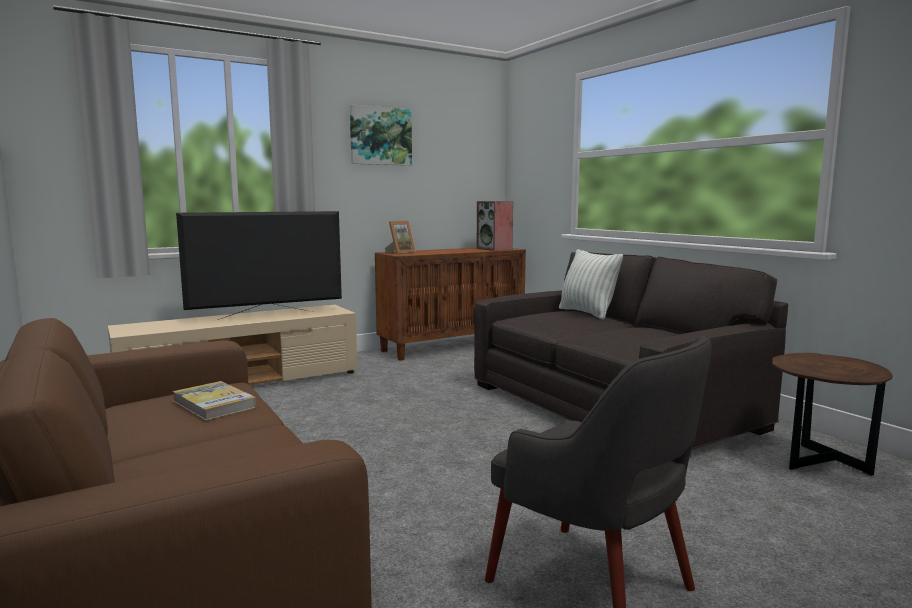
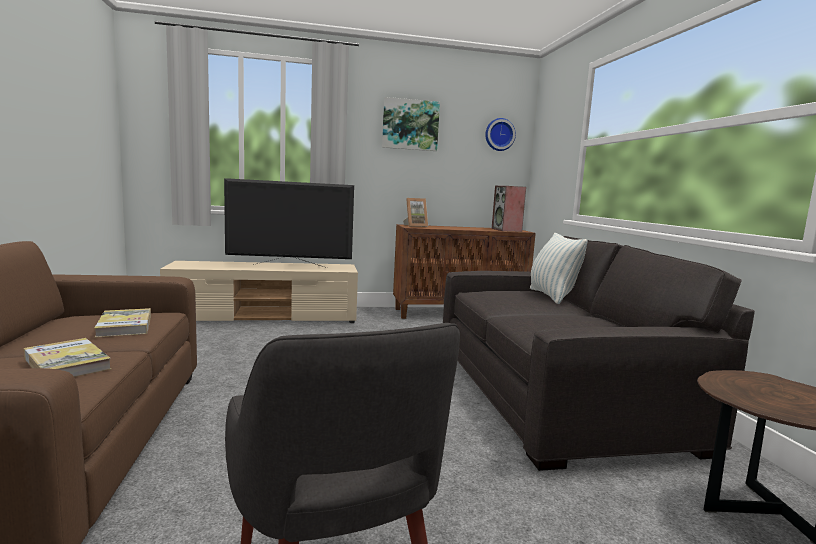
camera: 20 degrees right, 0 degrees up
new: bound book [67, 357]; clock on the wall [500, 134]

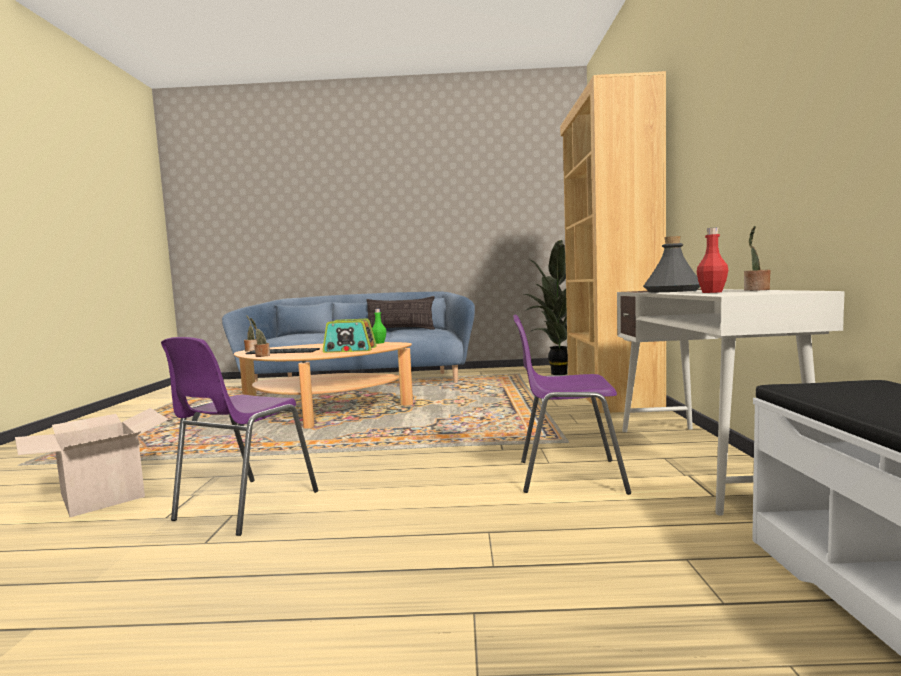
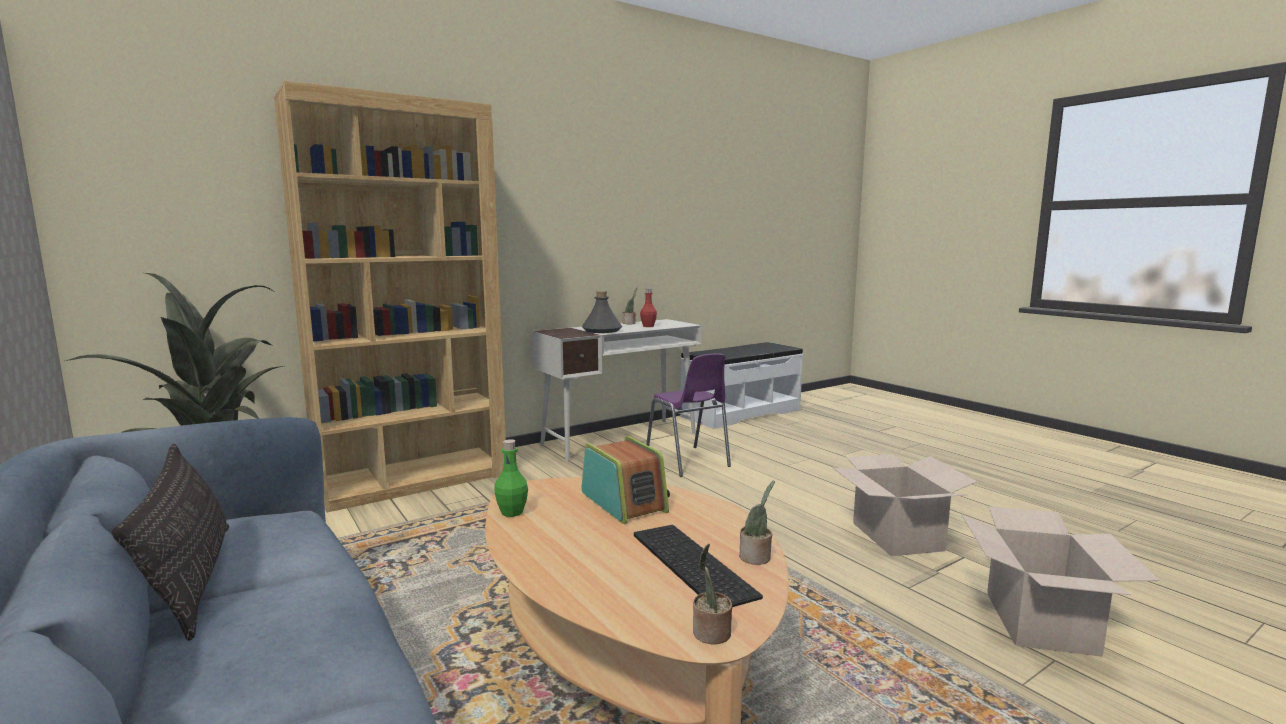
camera: 125 degrees left, 5 degrees up
swapped: upright chair/purple [239, 436] to carton [904, 505]

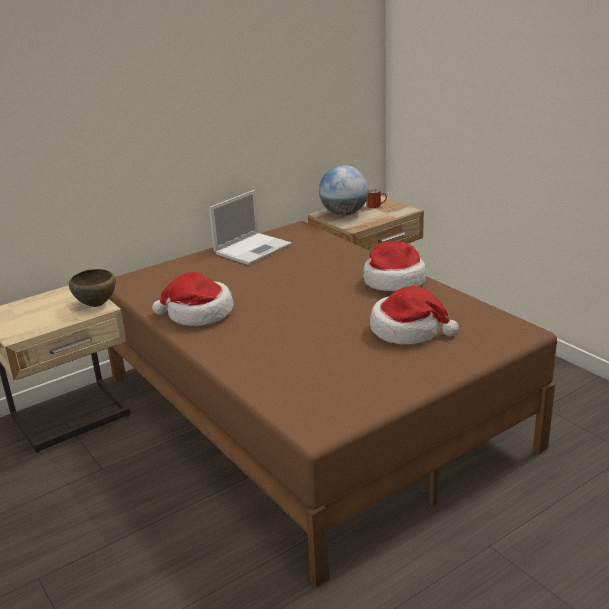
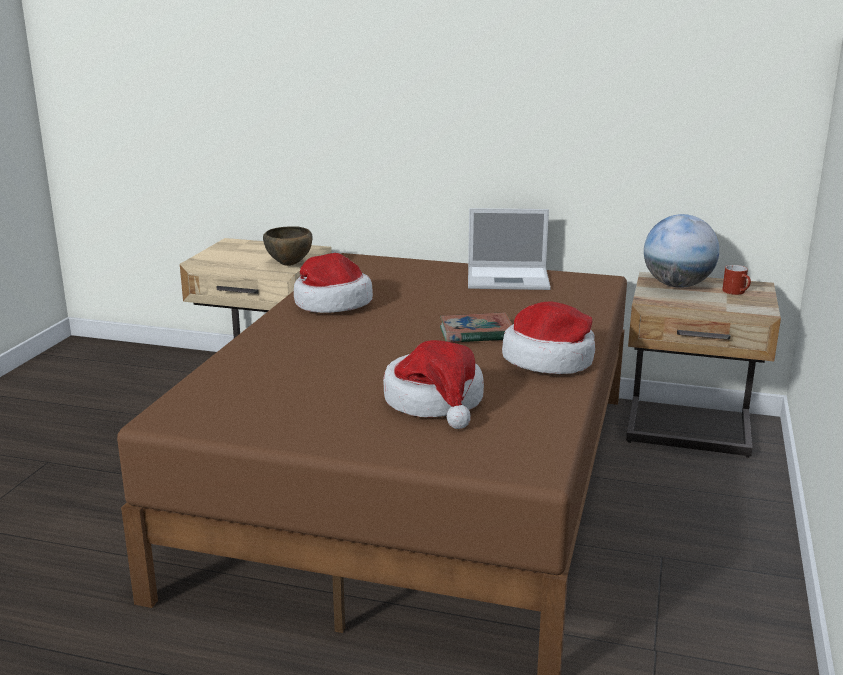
camera: 50 degrees right, 5 degrees down
new: bound book [476, 327]

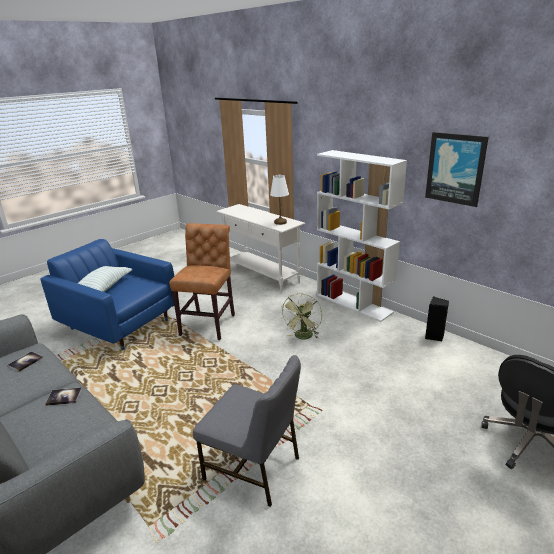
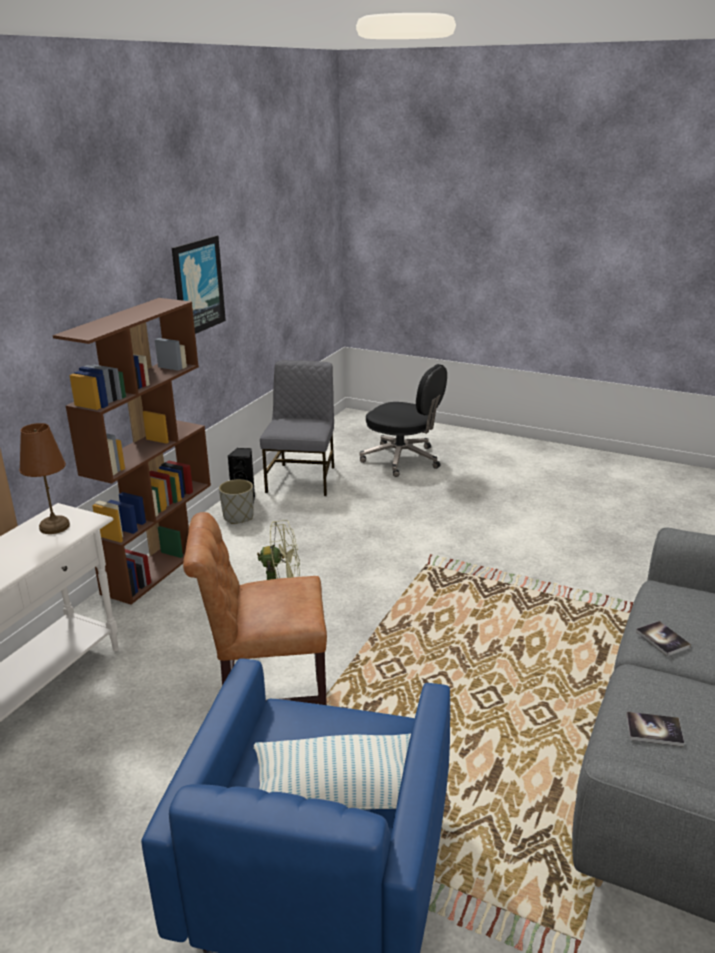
camera: 110 degrees left, 0 degrees up
new: plant pot/gray [236, 501]
shifted: upright chair/gray [247, 431] to [297, 428]
repainted: table lamp/white [279, 200] to table lamp/brownish [44, 478]; bookshelf/white [362, 236] to bookshelf/brownish [132, 451]

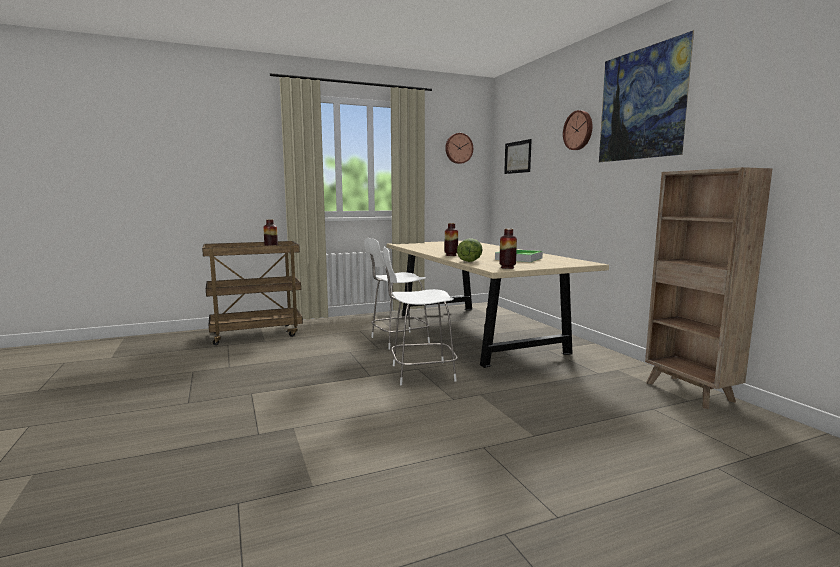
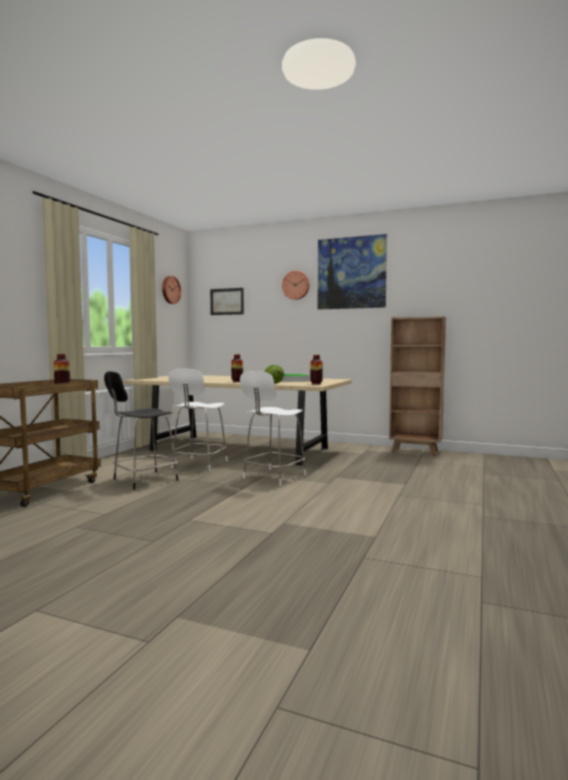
camera: 45 degrees left, 5 degrees down
new: upright chair/black-coloured [141, 430]

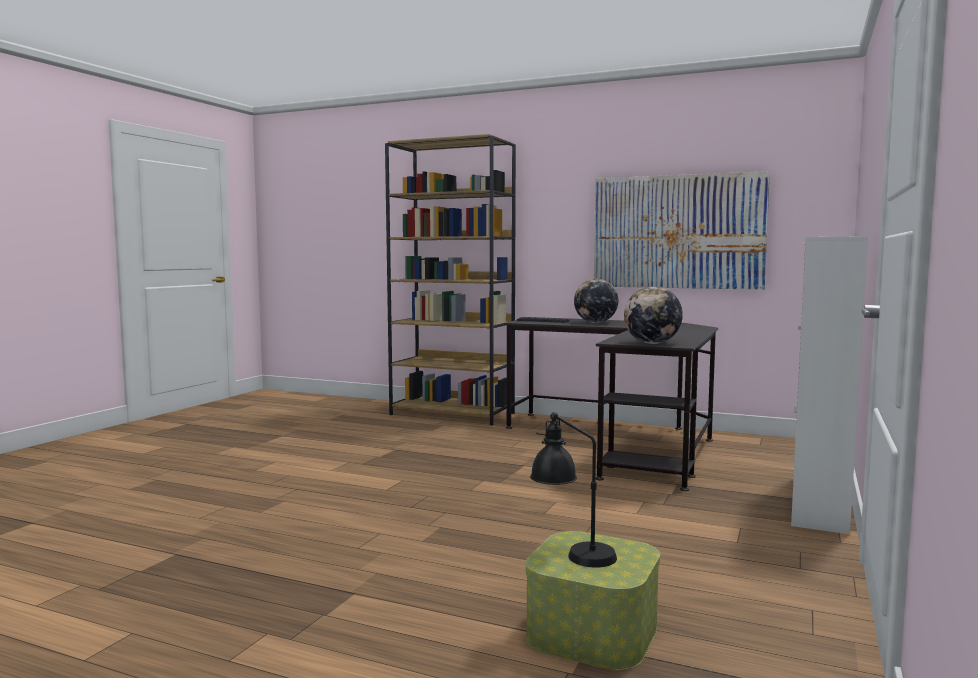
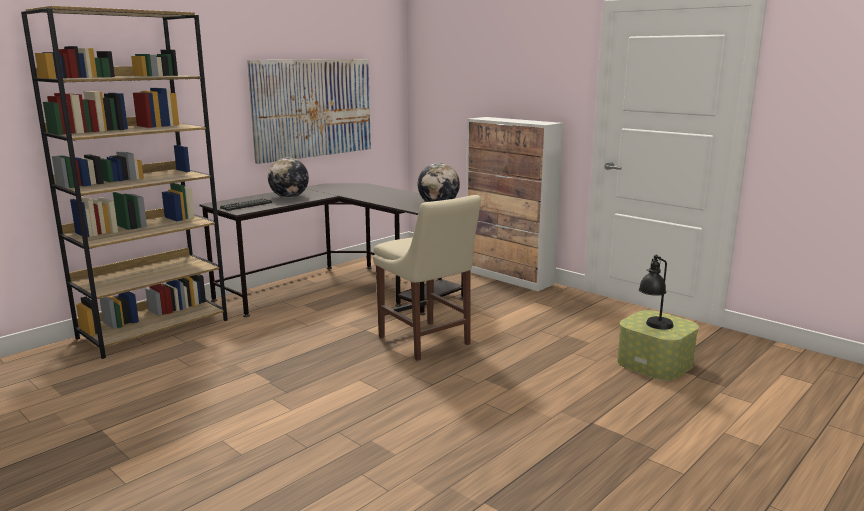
camera: 70 degrees left, 10 degrees up
new: upright chair/beige [427, 278]

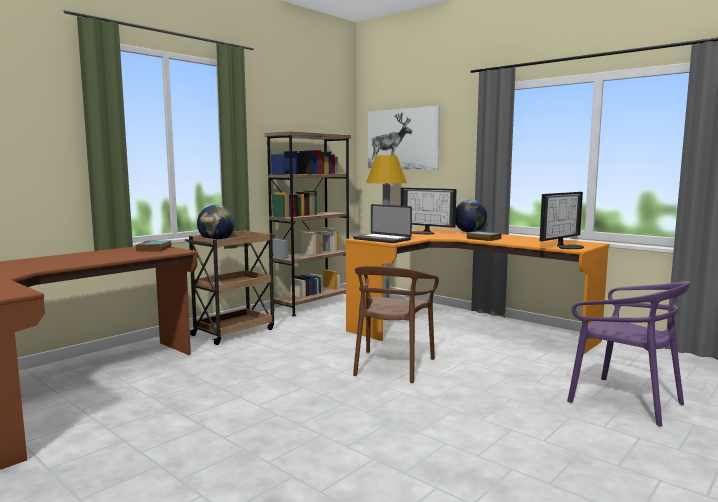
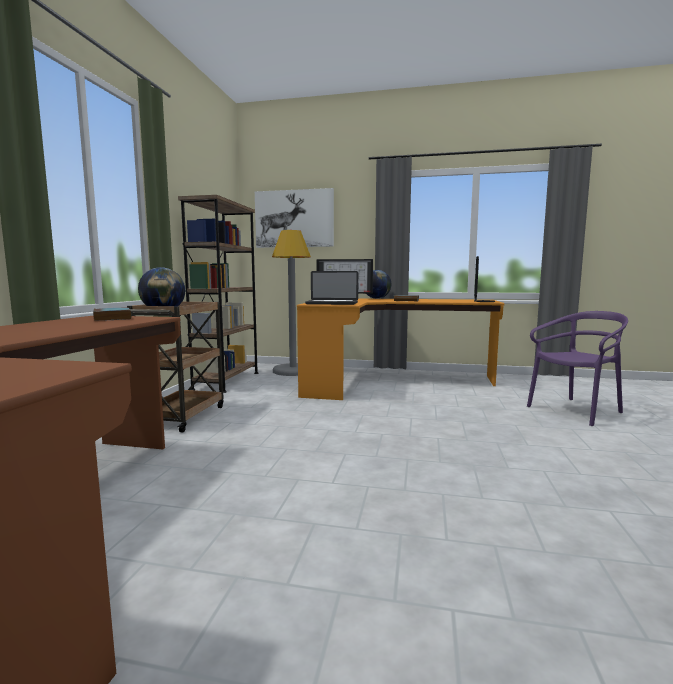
camera: 30 degrees left, 0 degrees up
gone: upright chair/brownish [396, 324]
rotated: upright chair/purple [629, 354] = [577, 368] 45 degrees counterclockwise

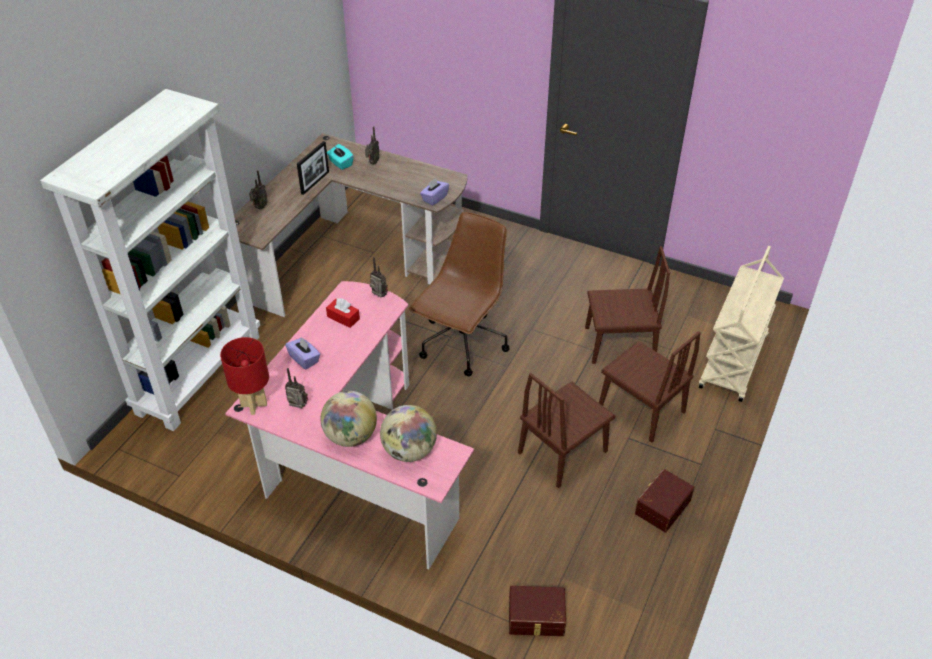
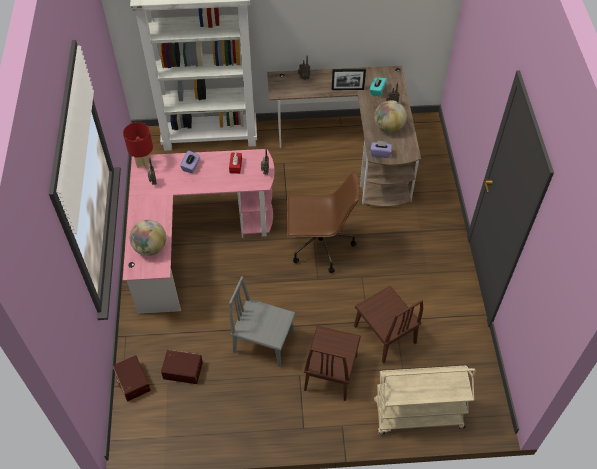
camera: 60 degrees right, 10 degrees up
shifted: storage container/brownish [664, 500] to [182, 367]; globe [349, 419] to [390, 116]
repainted: upright chair/brownish [567, 430] to upright chair/gray [262, 321]

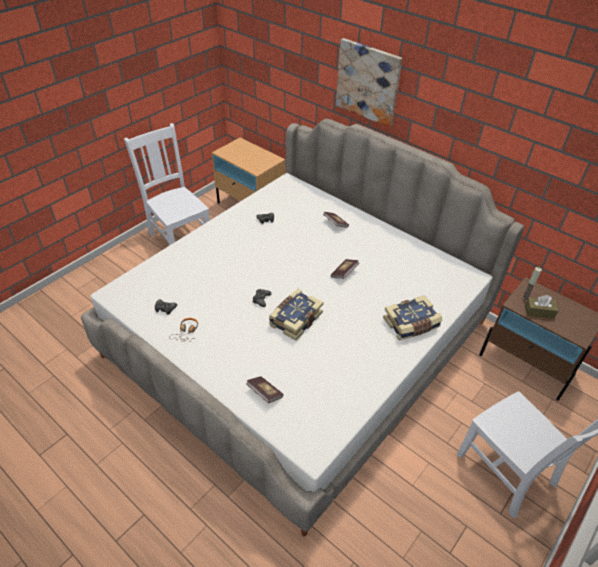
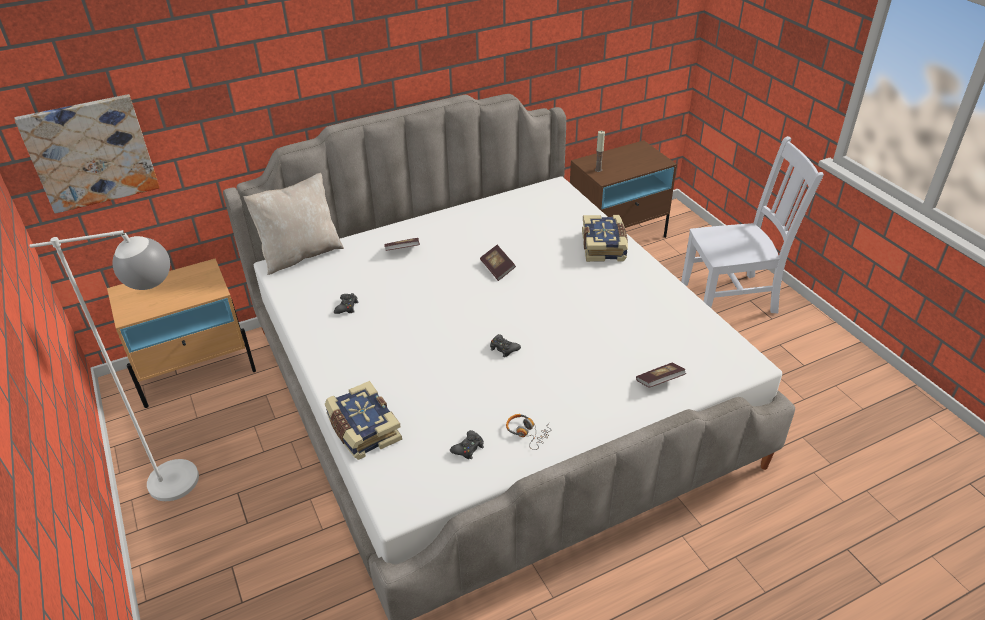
camera: 65 degrees left, 5 degrees down
gone: box of tissues/brownish [541, 307]
new: throw pillow/beige [294, 224]
shifted: wall art [369, 82] to [87, 153]; bound book [296, 315] to [363, 420]
swapped: upright chair/white [167, 184] to standard lamp/white [114, 365]

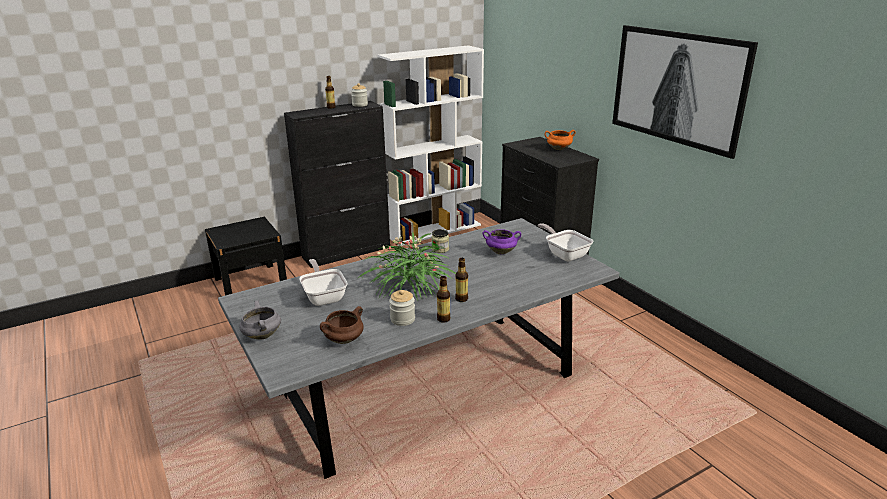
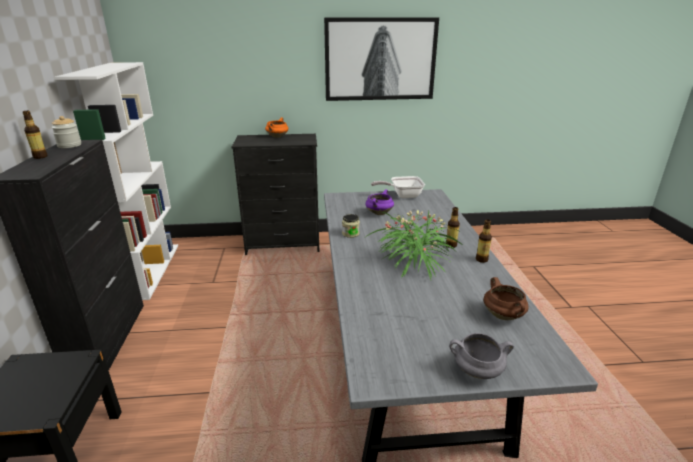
camera: 65 degrees left, 0 degrees up
gone: pan [323, 282]; preserve jar [402, 308]

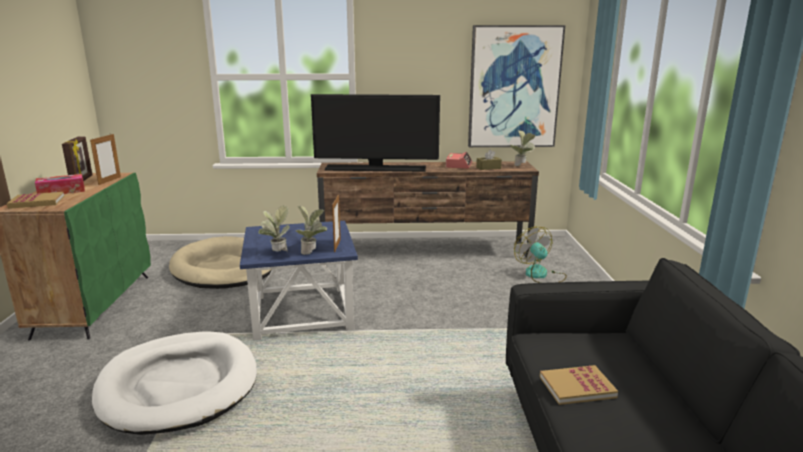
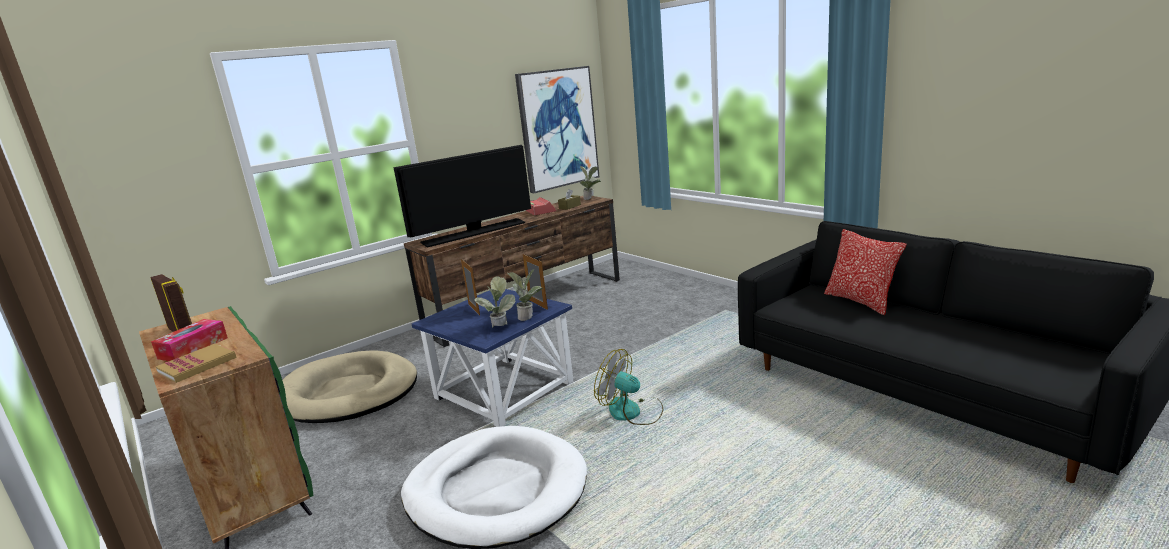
camera: 35 degrees left, 0 degrees up
gone: bound book [579, 385]
new: throw pillow [865, 272]
shifted: picture frame [105, 159] to [470, 287]; electric fan [540, 254] to [628, 387]

